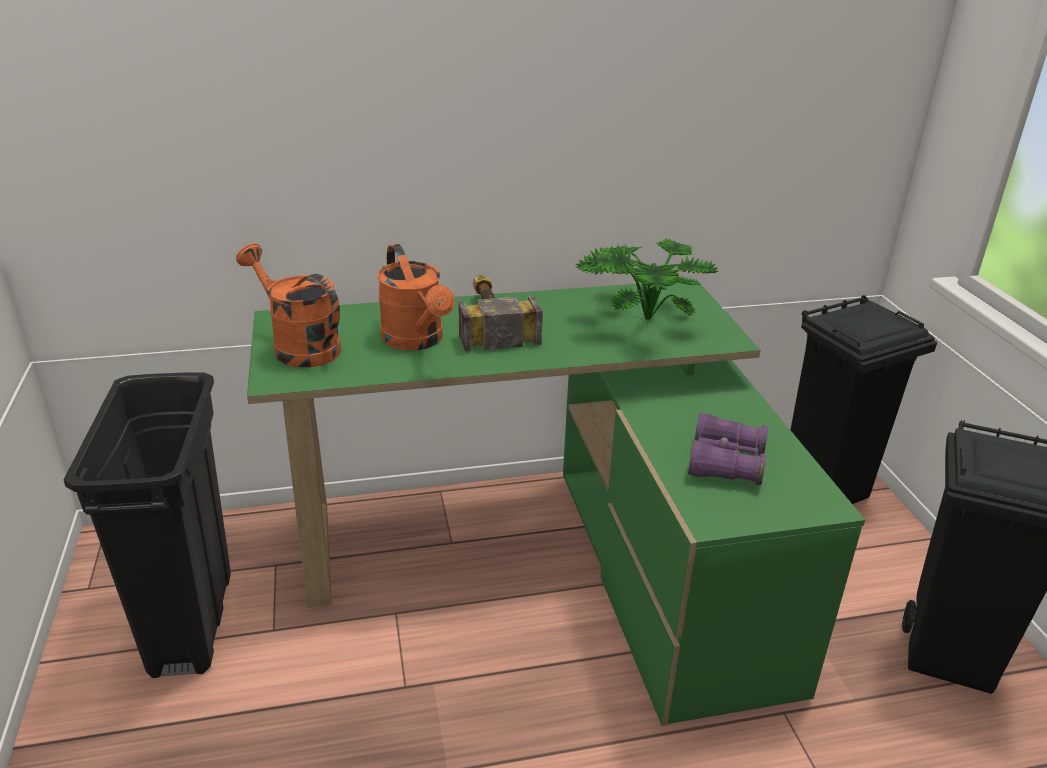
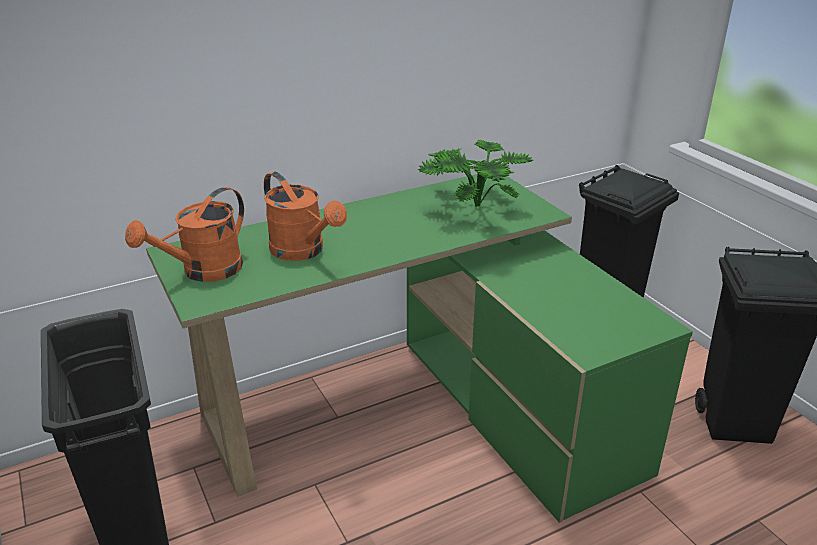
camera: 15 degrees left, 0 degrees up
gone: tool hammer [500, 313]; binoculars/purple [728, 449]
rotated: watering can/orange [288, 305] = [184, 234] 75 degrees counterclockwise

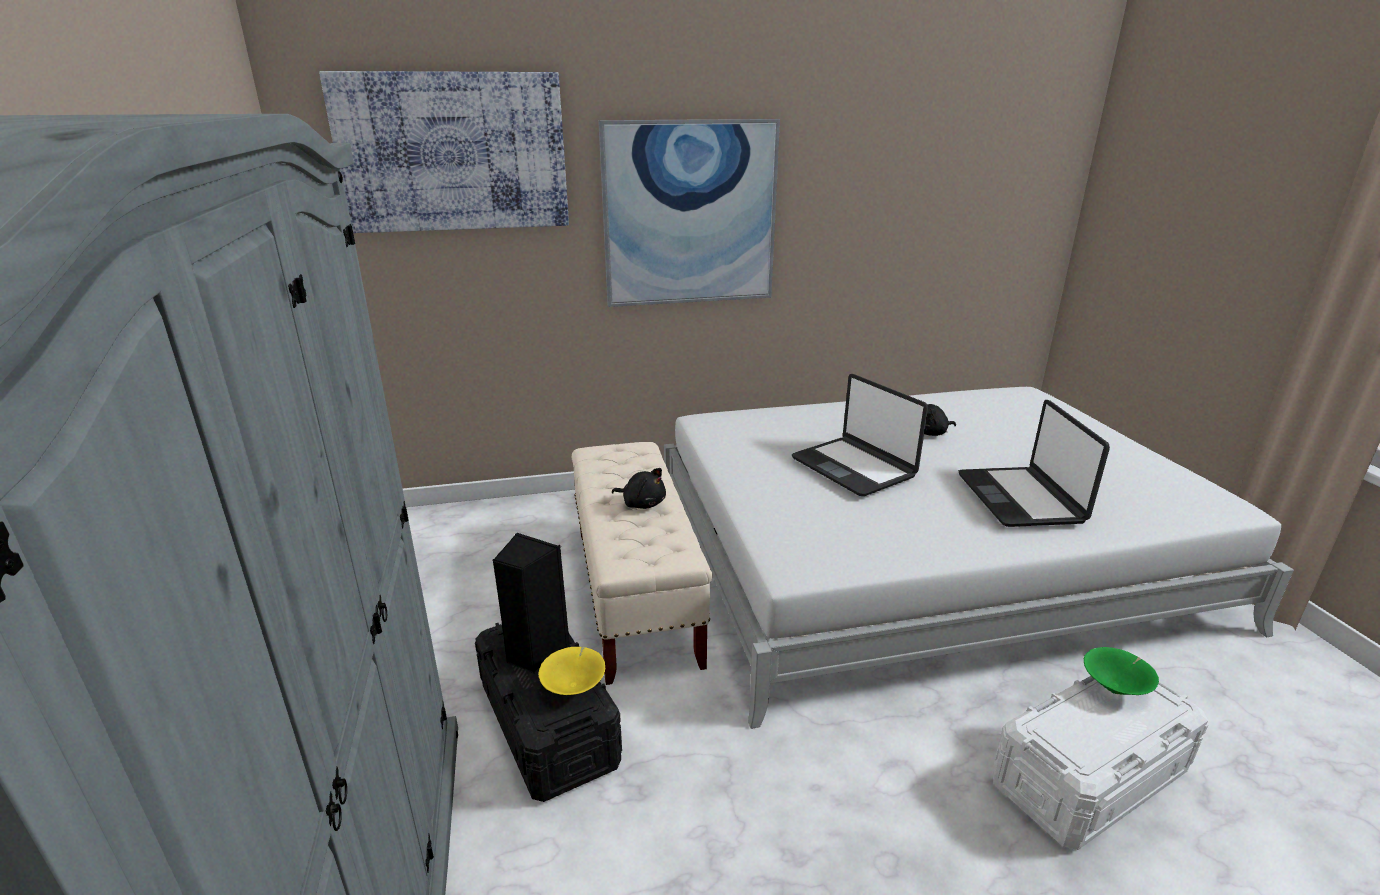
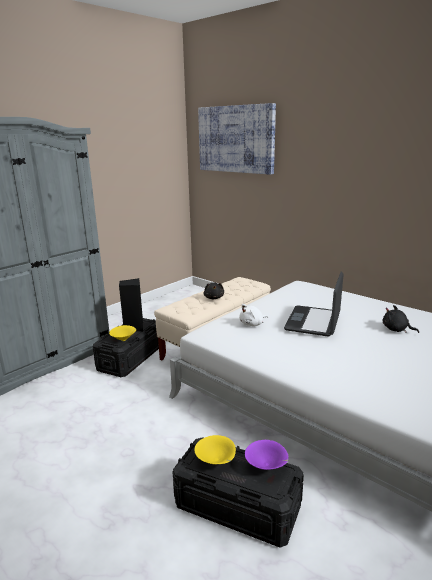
camera: 55 degrees right, 5 degrees down
gone: wall art [689, 213]; notebook computer [1034, 463]
new: serving bowl/yellow-coloured [215, 450]; cuddly toy/white [253, 315]
repainted: storage container/white [1100, 763] to storage container/black-coloured [238, 492]; serving bowl/green-coloured [1121, 671] to serving bowl/purple [266, 455]

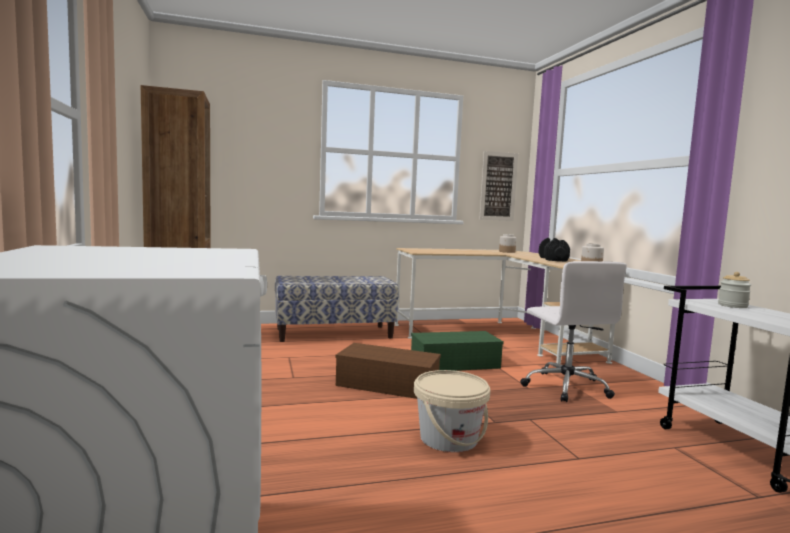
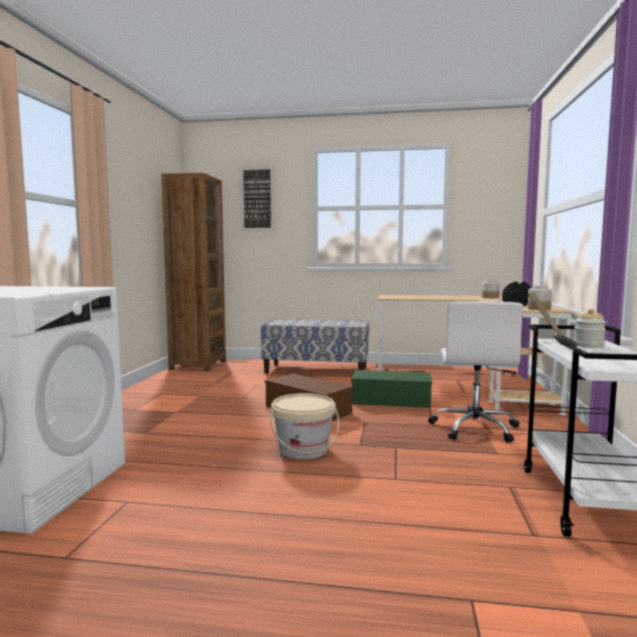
camera: 25 degrees right, 0 degrees up
new: tool hammer [553, 321]
shifted: wall art [498, 186] to [257, 198]

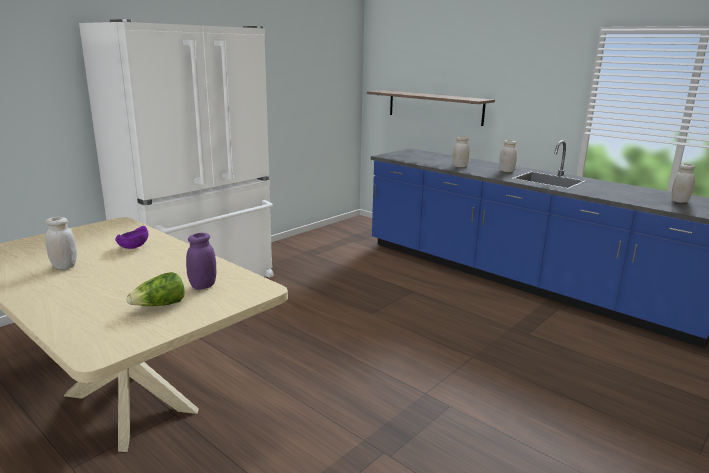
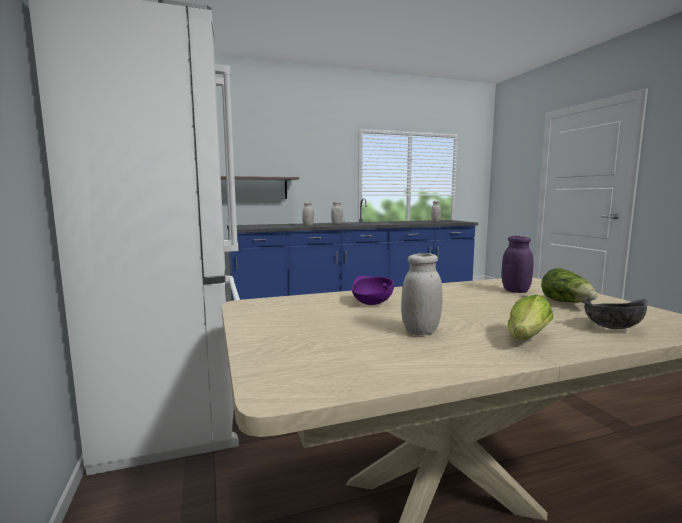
camera: 60 degrees left, 10 degrees down
new: lettuce head [530, 317]; serving bowl/gray [615, 313]

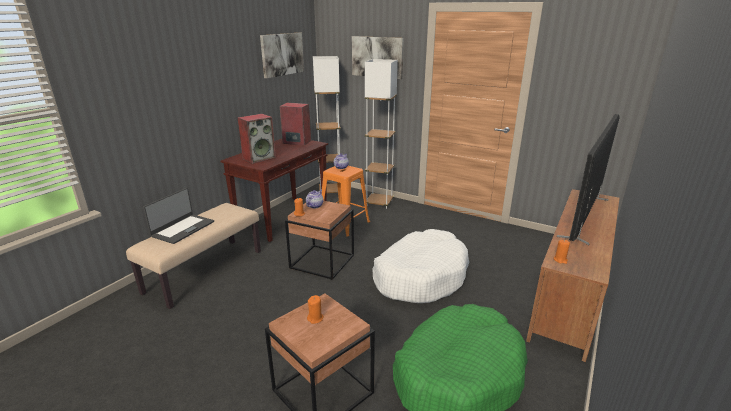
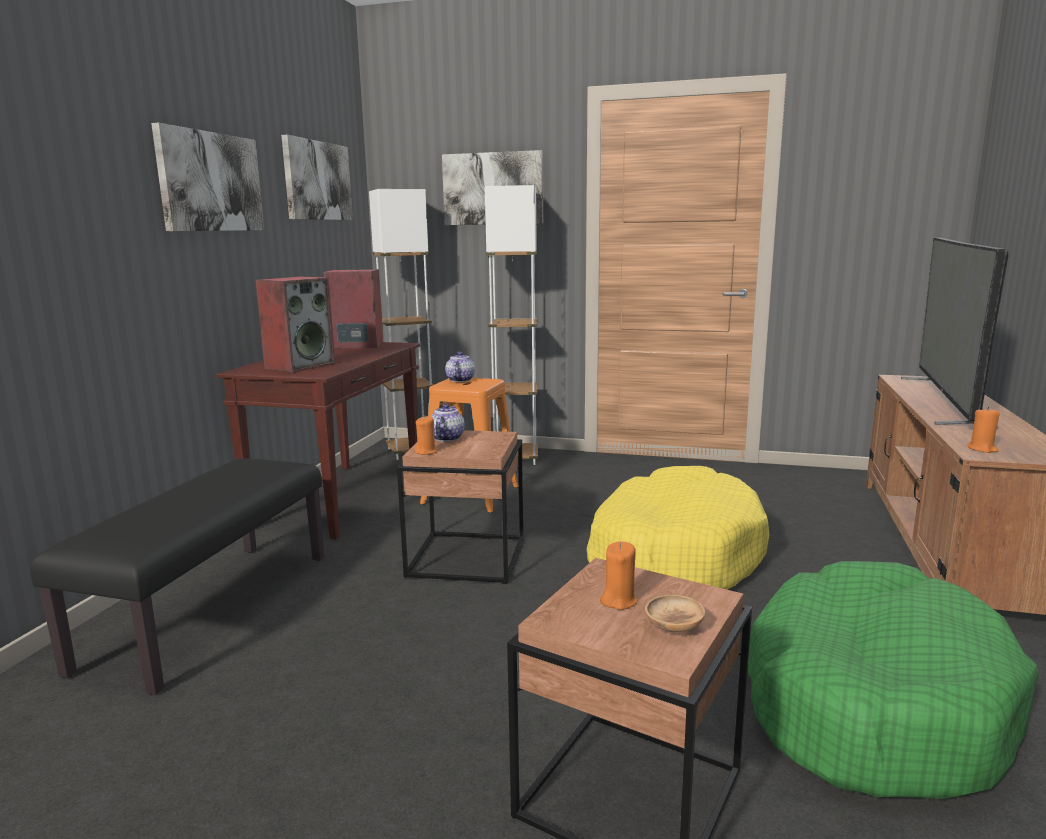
camera: 15 degrees left, 10 degrees down
gone: notebook computer [178, 216]
new: wall art [207, 177]; serving bowl/brownish [675, 613]
repainted: long seat/beige [193, 256] to long seat/black-coloured [177, 576]; dog bed/white [420, 266] to dog bed/yellow-coloured [678, 527]

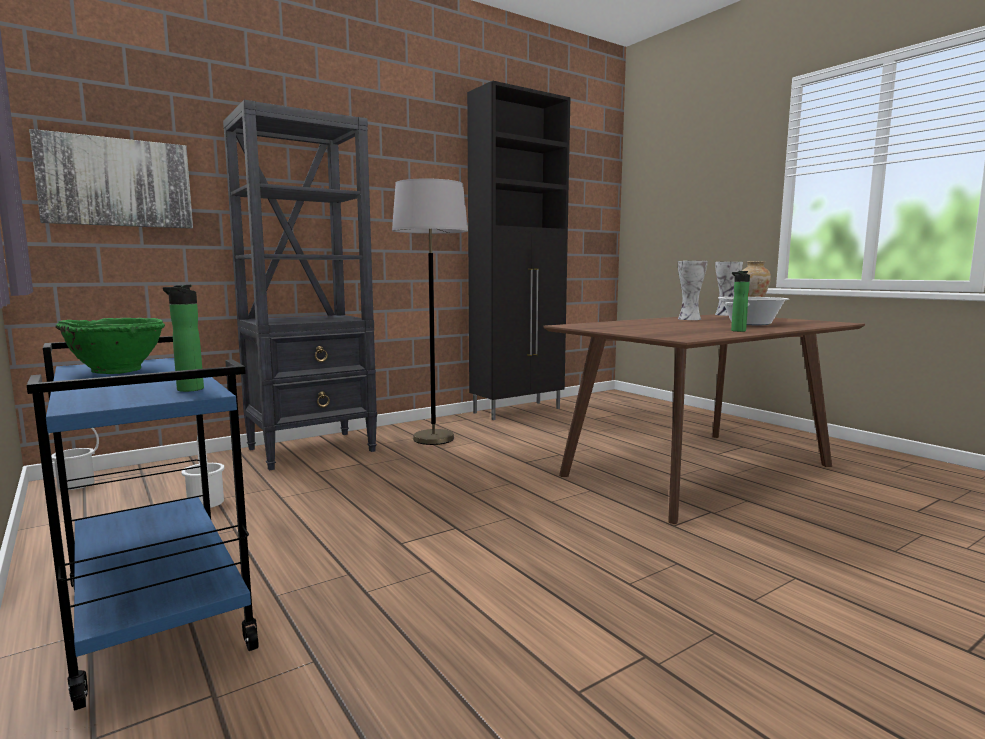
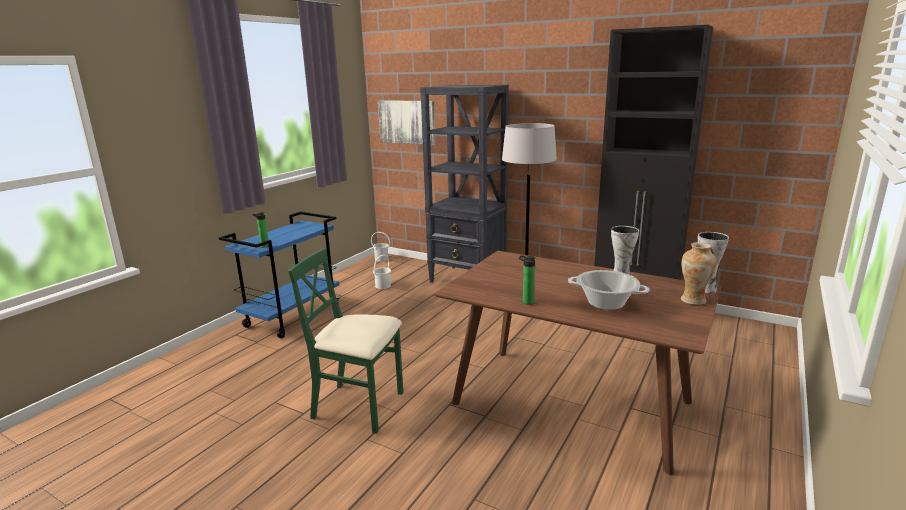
camera: 65 degrees right, 10 degrees up
gone: serving bowl/green-coloured [110, 346]
new: upright chair/green-coloured [345, 341]

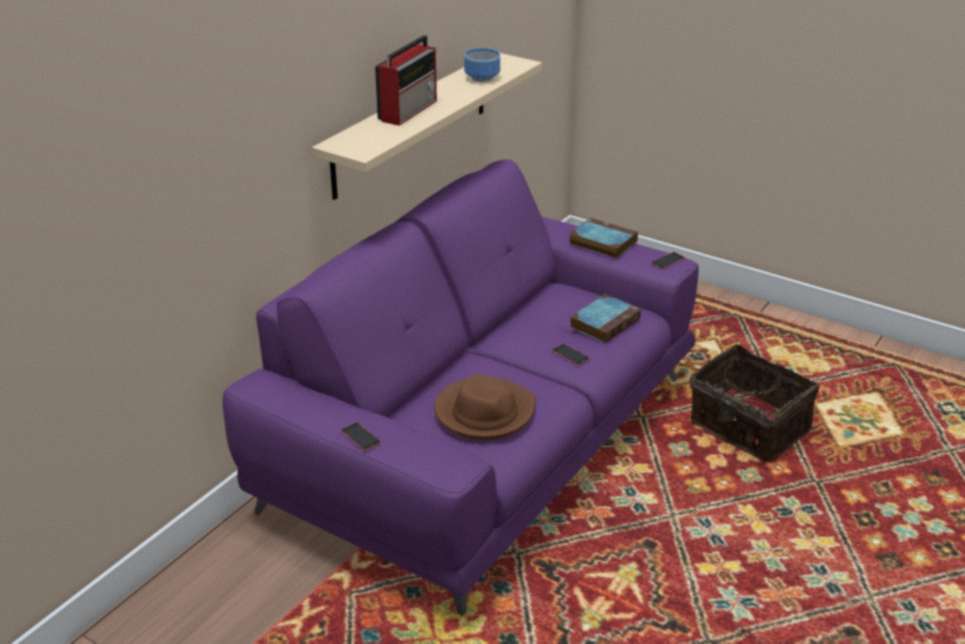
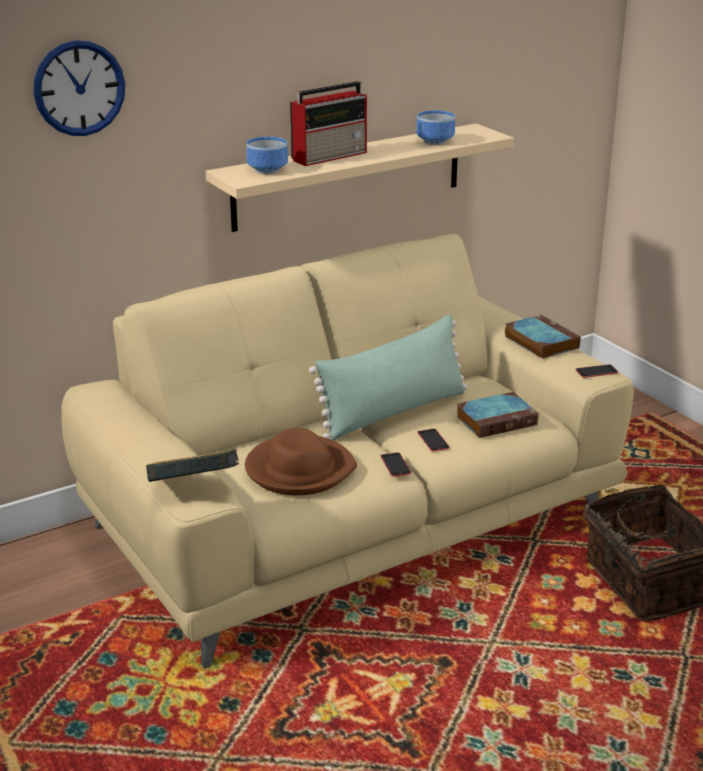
camera: 25 degrees right, 5 degrees down
new: clock on the wall [79, 88]; bound book [192, 465]; serving bowl [267, 155]; throw pillow/green-coloured [388, 377]
shifted: telephone [361, 436] to [395, 464]
repainted: couch/purple [460, 387] to couch/beige [347, 451]

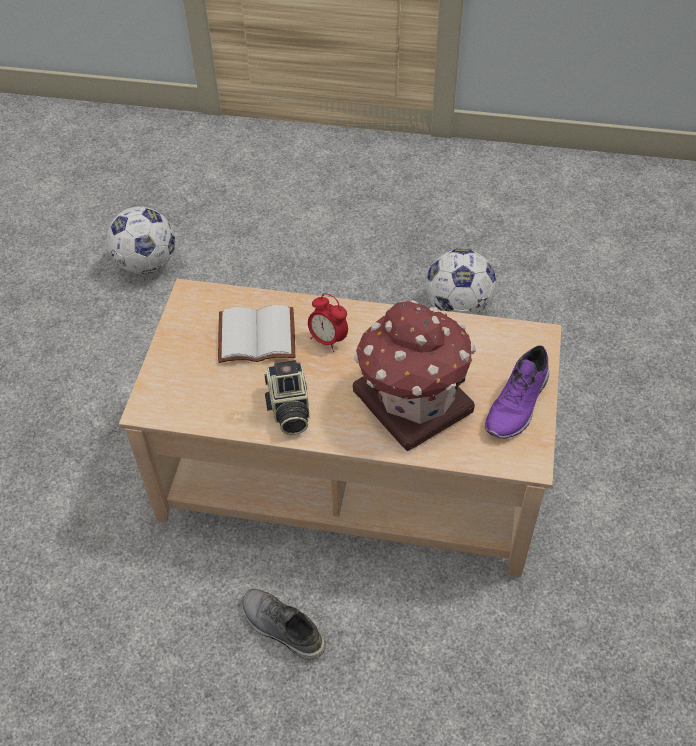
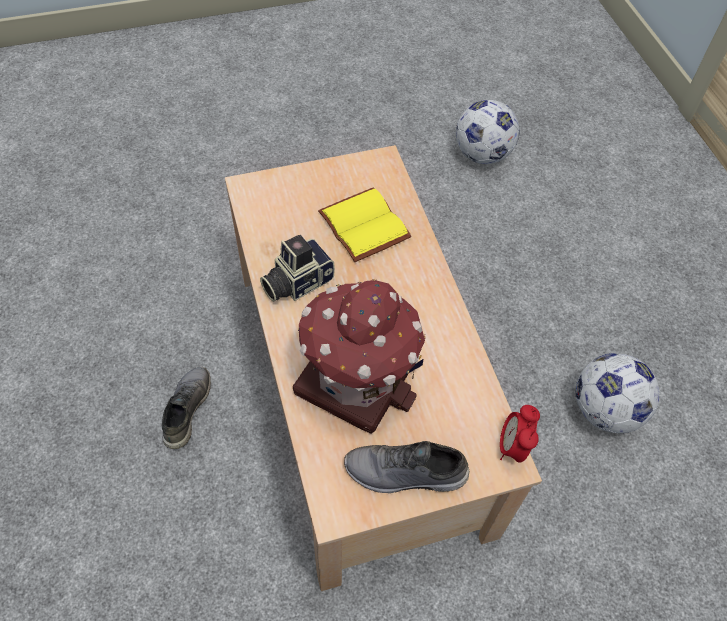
camera: 60 degrees right, 5 degrees up
shifted: bedside clock [328, 322] to [520, 434]
repainted: bound book/white [256, 334] to bound book/yellow-coloured [365, 224]; shoe/purple [517, 391] to shoe/gray [407, 467]

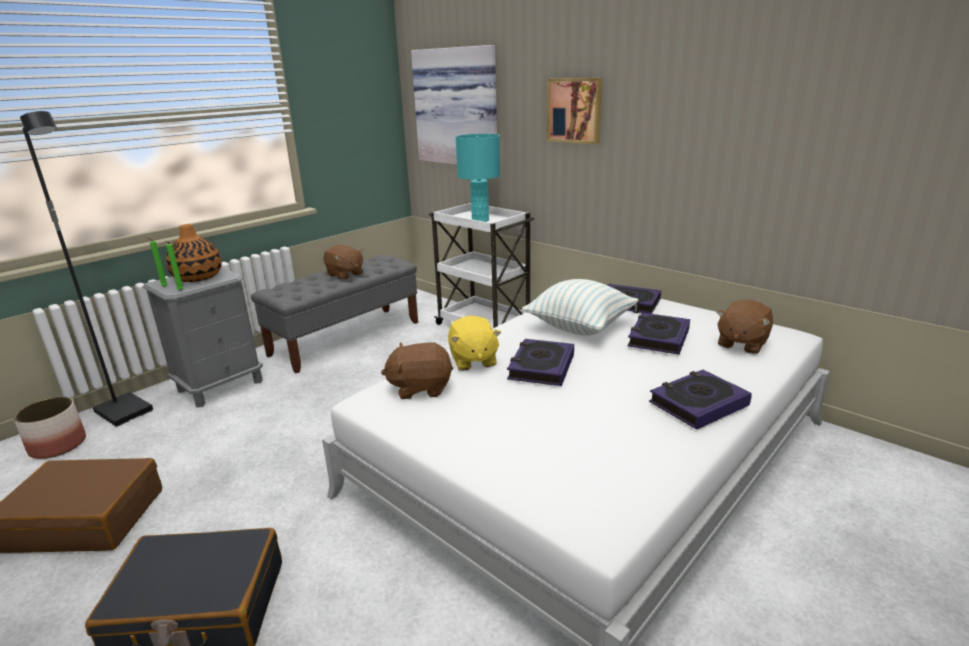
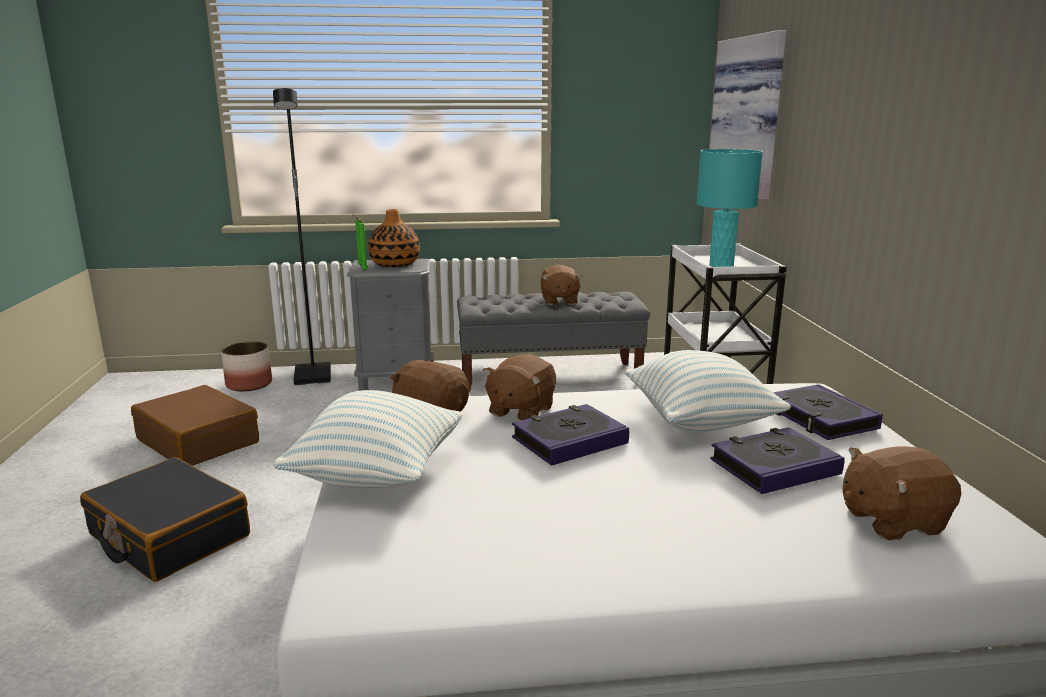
camera: 40 degrees right, 5 degrees down
gone: wall art [574, 111]; bound book [700, 400]
new: throw pillow [368, 439]
repainted: cuddly toy/yellow-coloured [474, 343] to cuddly toy/brownish [519, 387]

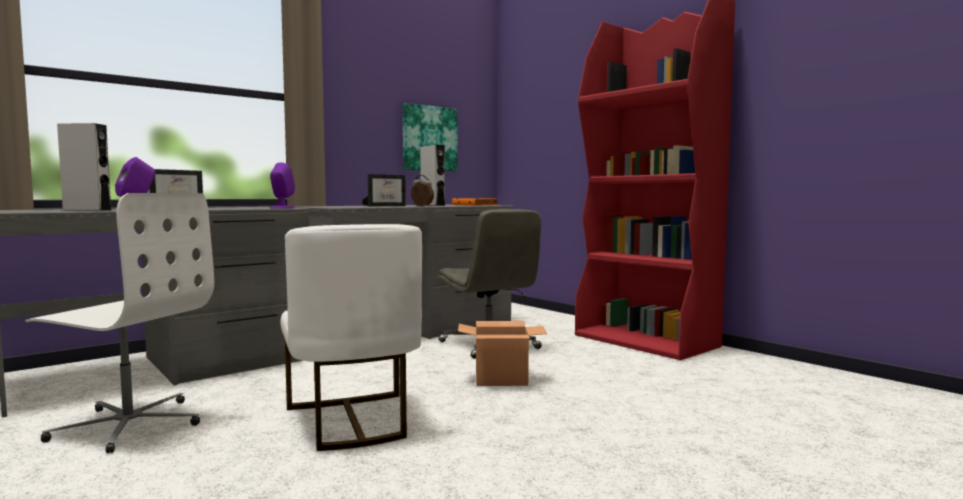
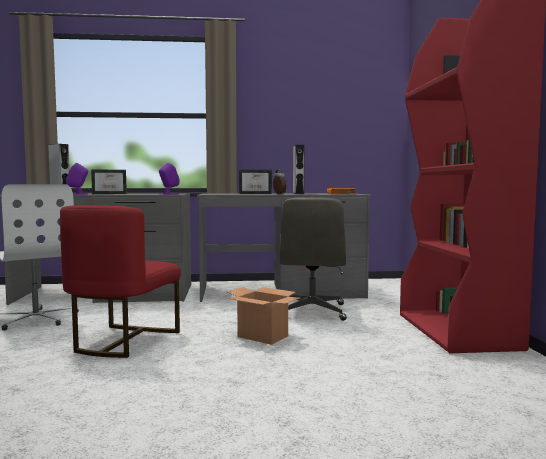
camera: 35 degrees right, 0 degrees up
gone: wall art [430, 137]
repainted: upright chair/white [351, 337] to upright chair/red-coloured [120, 281]

